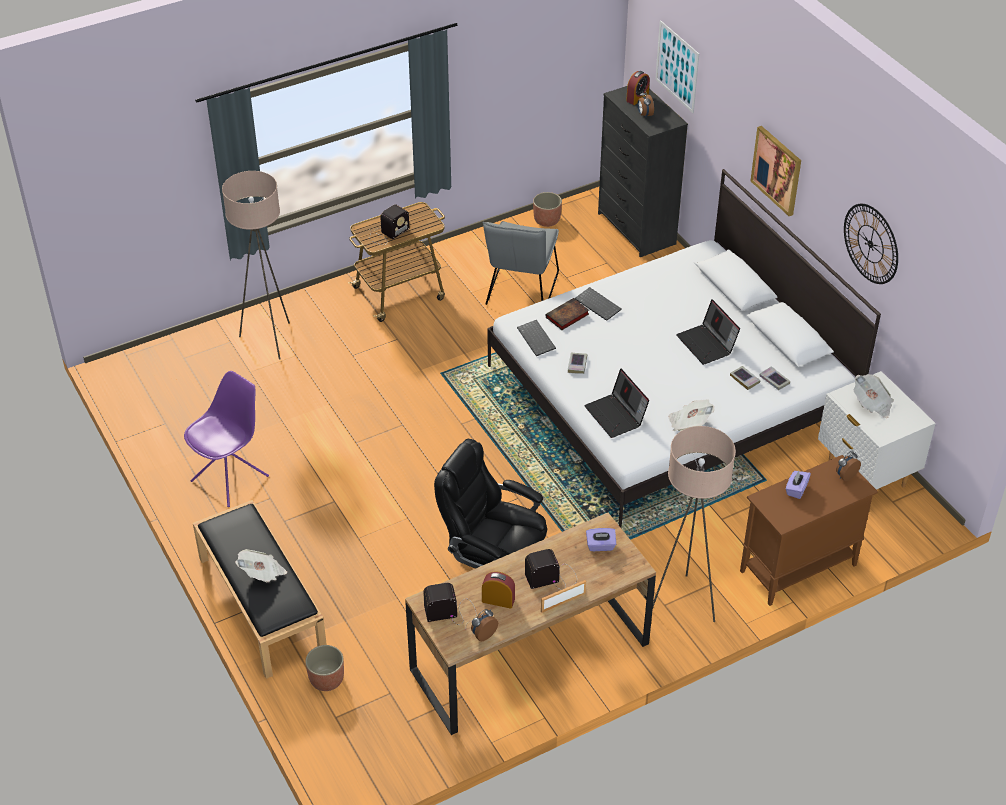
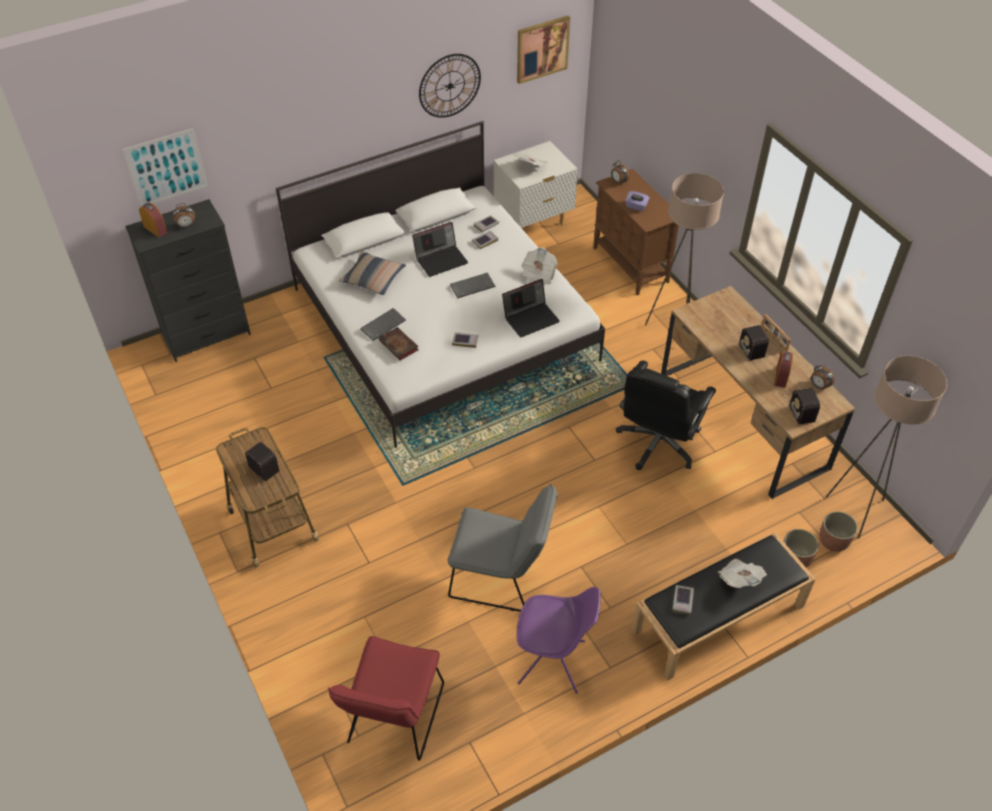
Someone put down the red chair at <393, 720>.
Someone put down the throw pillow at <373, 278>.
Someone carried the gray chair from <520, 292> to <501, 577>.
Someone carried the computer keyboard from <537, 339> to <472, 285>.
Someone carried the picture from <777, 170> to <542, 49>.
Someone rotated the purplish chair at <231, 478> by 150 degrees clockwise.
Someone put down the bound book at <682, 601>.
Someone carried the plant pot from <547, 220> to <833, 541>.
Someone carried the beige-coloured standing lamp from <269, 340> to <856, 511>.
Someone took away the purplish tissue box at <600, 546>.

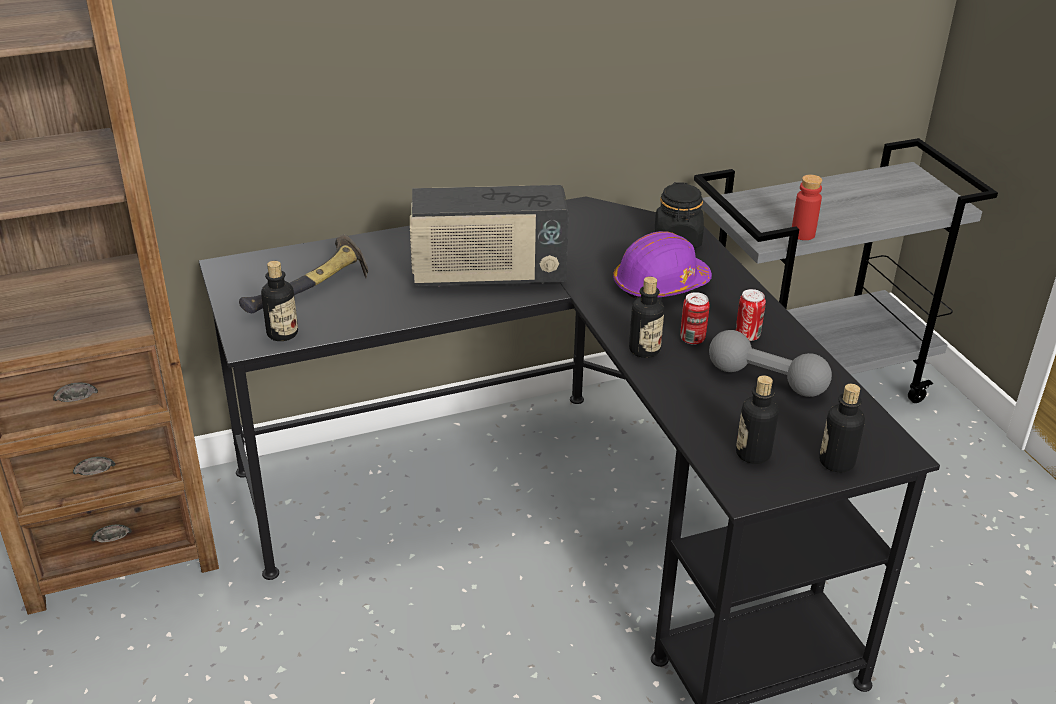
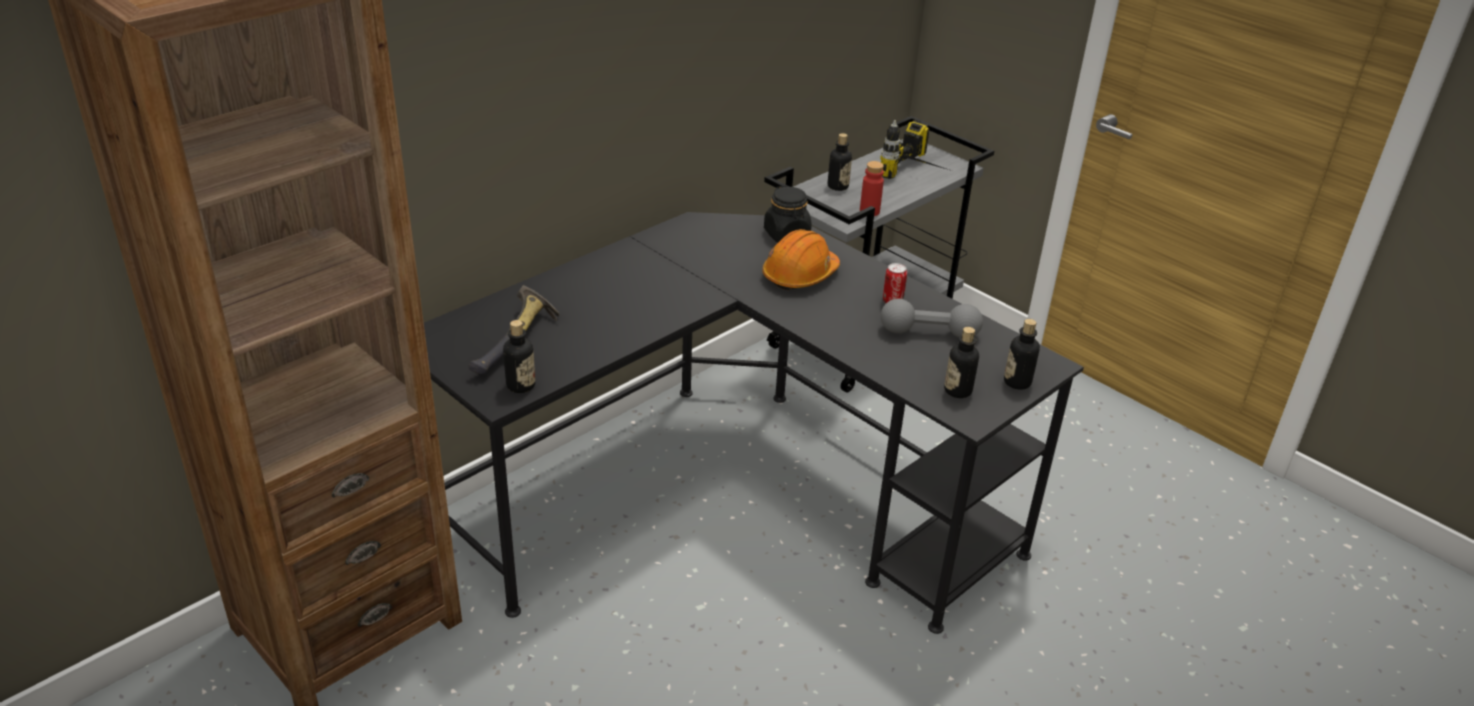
Someone repainted the purplish hard hat at <660, 285>, which became the orange hard hat at <800, 275>.
Someone carried the bottle from <644, 350> to <838, 186>.
Someone put down the power drill at <920, 175>.
Someone took away the radio receiver at <488, 276>.
Someone took away the can at <692, 339>.

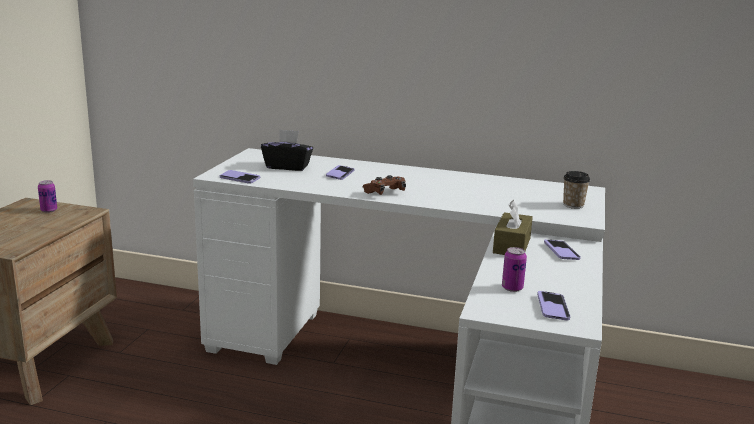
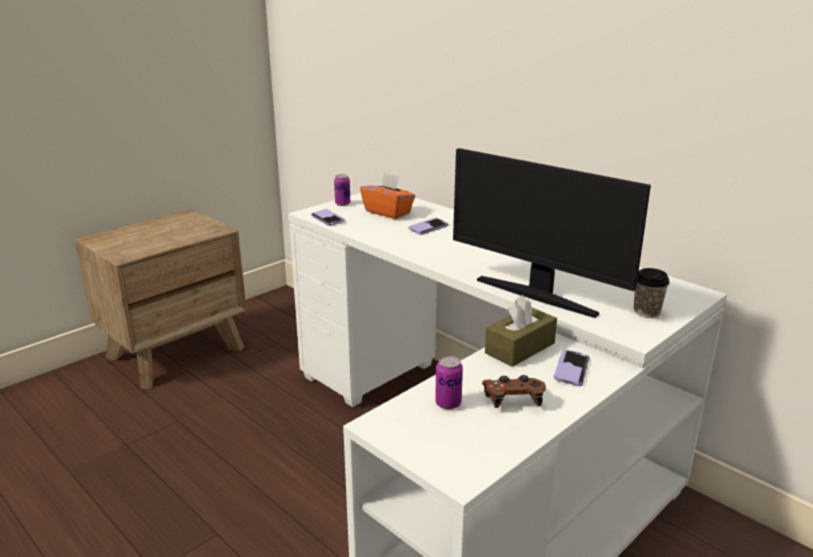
Someone carried the can from <49, 210> to <342, 204>.
Someone repainted the blackish tissue box at <287, 167>, which became the orange tissue box at <388, 212>.
Someone put down the monitor at <537, 295>.
Someone carried the brown-coloured gamepad from <384, 192> to <513, 400>.
Someone took away the phone at <553, 307>.

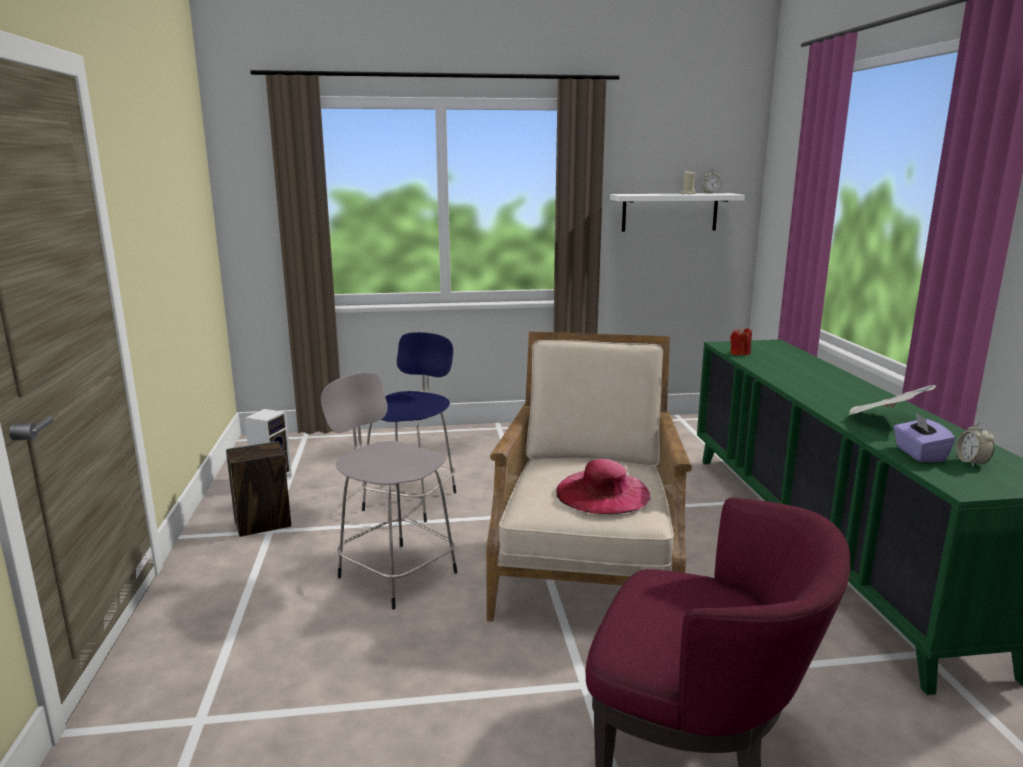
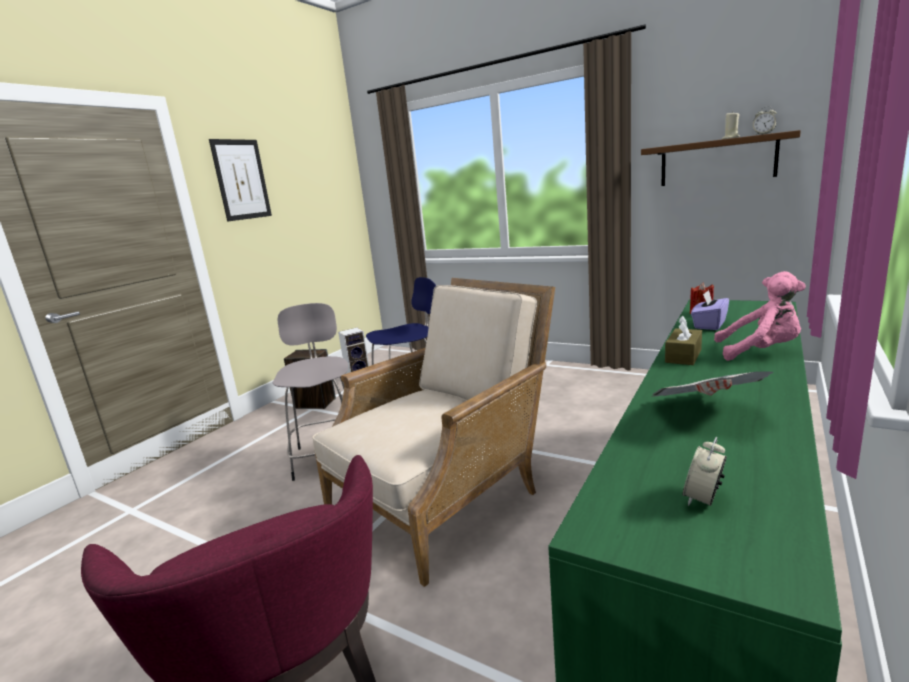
Someone put up the picture at <241, 179>.
Someone repainted the whitish wall shelf at <669, 212>, which became the brown-coloured wall shelf at <717, 161>.
Someone put down the brown-coloured tissue box at <683, 356>.
Someone carried the purplish tissue box from <919, 454> to <709, 325>.
Someone put down the pinkish soft toy at <760, 352>.
Someone took away the pinkish hat at <602, 492>.

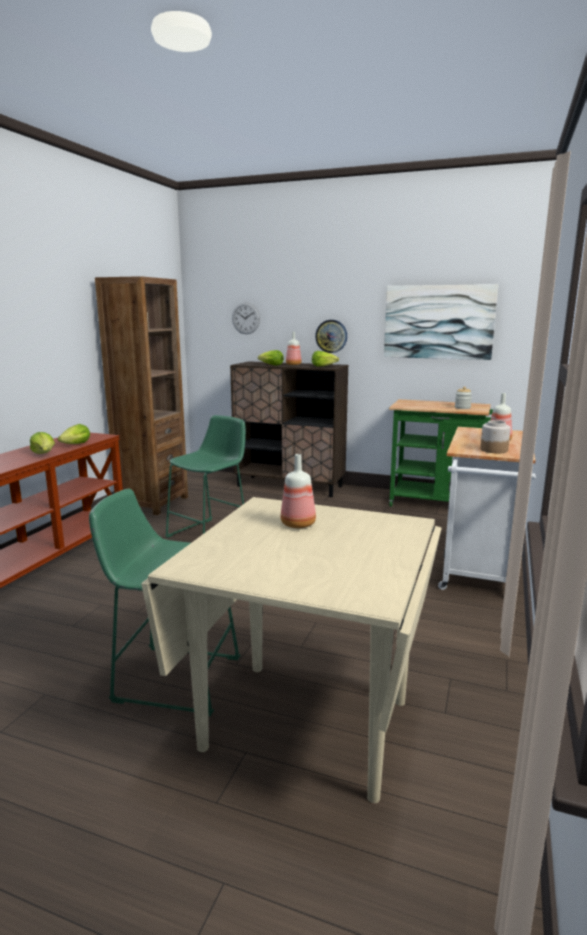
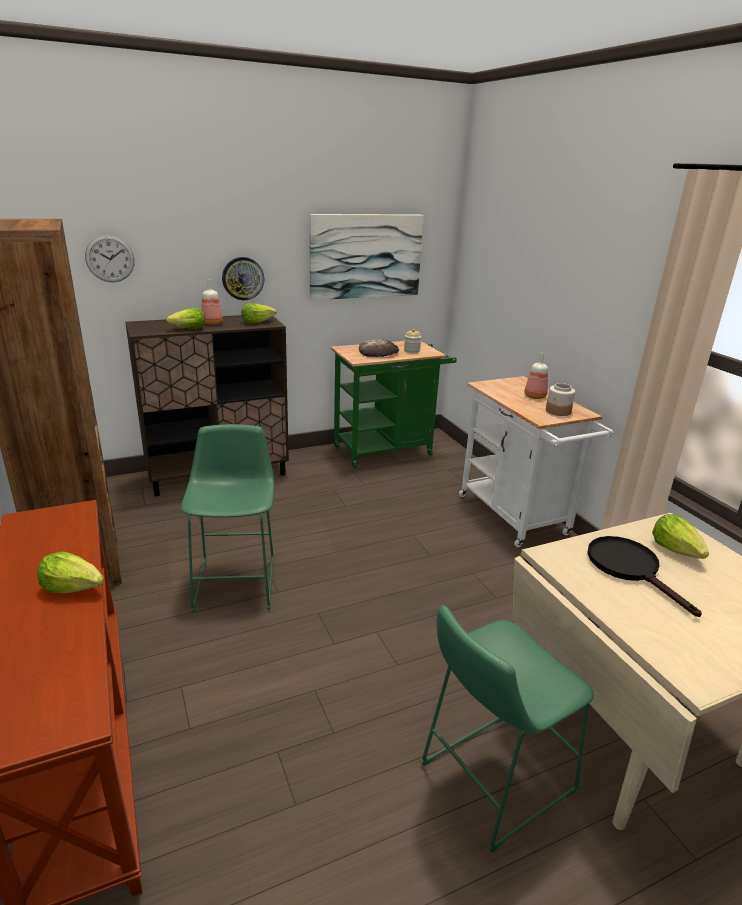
Someone put down the bakery bread at <378, 352>.
Someone swapped the bottle at <299, 524> for the blackish frying pan at <629, 568>.
Someone carried the lettuce from <76, 445> to <676, 550>.

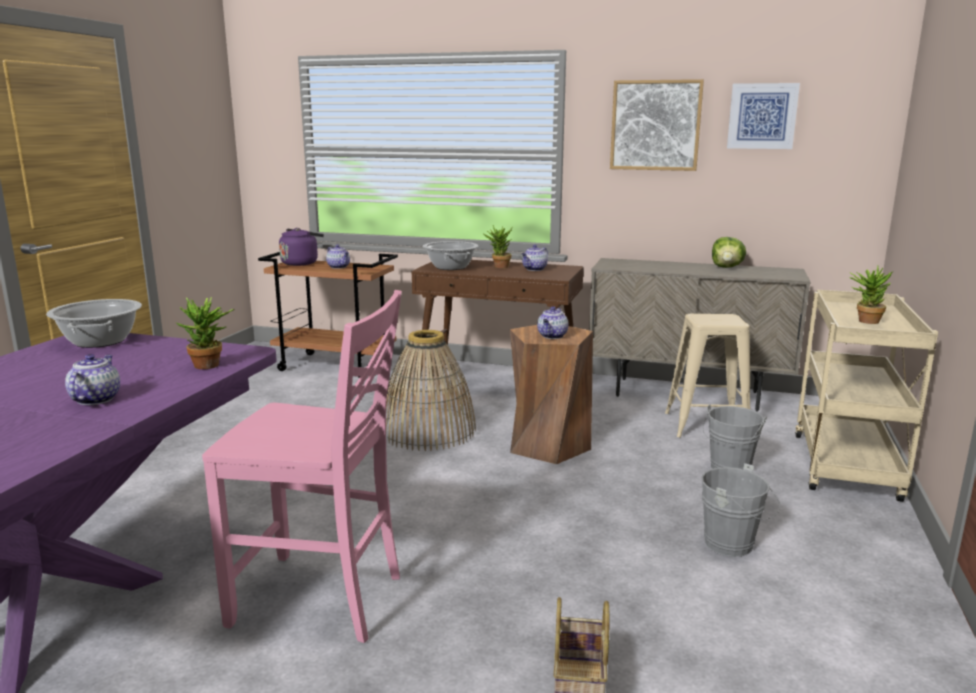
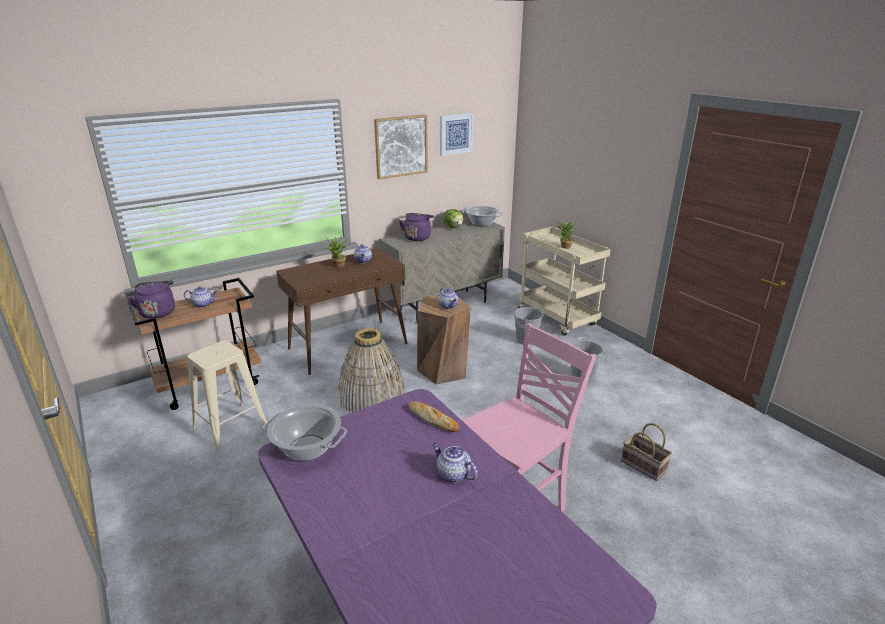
Someone carried the beige-coloured stool seat from <706, 425> to <230, 426>.
Someone put down the purplish kettle at <417, 237>.
Someone swapped the houseplant at <210, 366> for the bakery bread at <433, 419>.
Someone carried the saucepot from <450, 267> to <482, 223>.

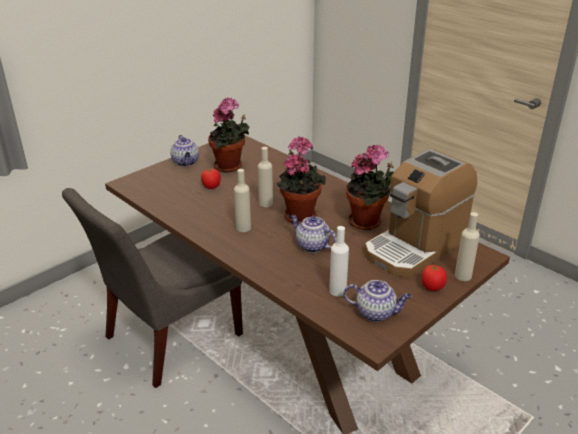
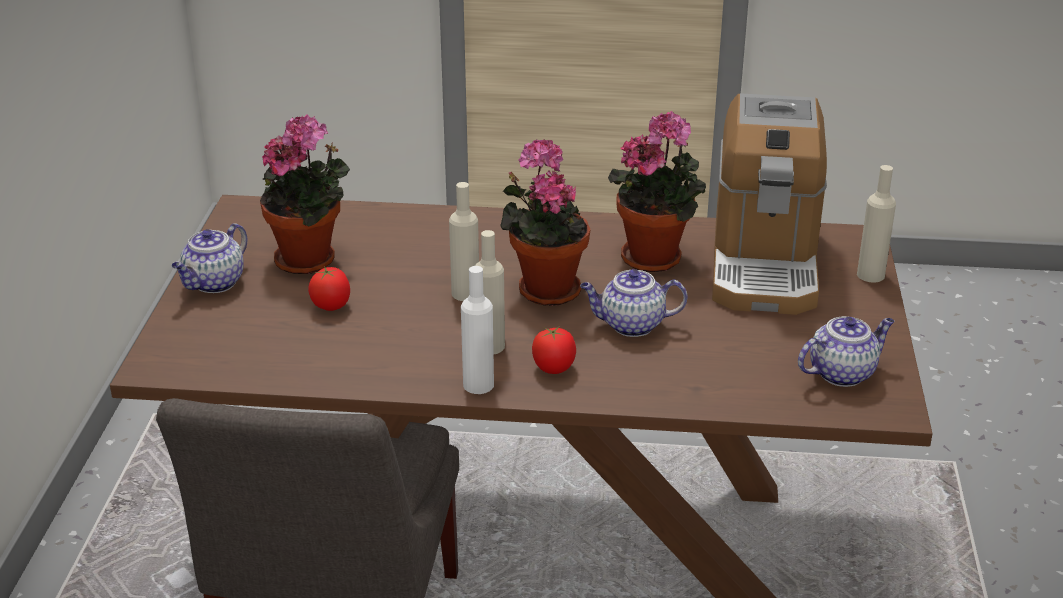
Someone rotated the teapot at <186, 162> by 90 degrees clockwise.
Someone carried the whitish bottle from <337, 290> to <478, 385>.
Someone carried the whole tomato from <432, 287> to <554, 368>.

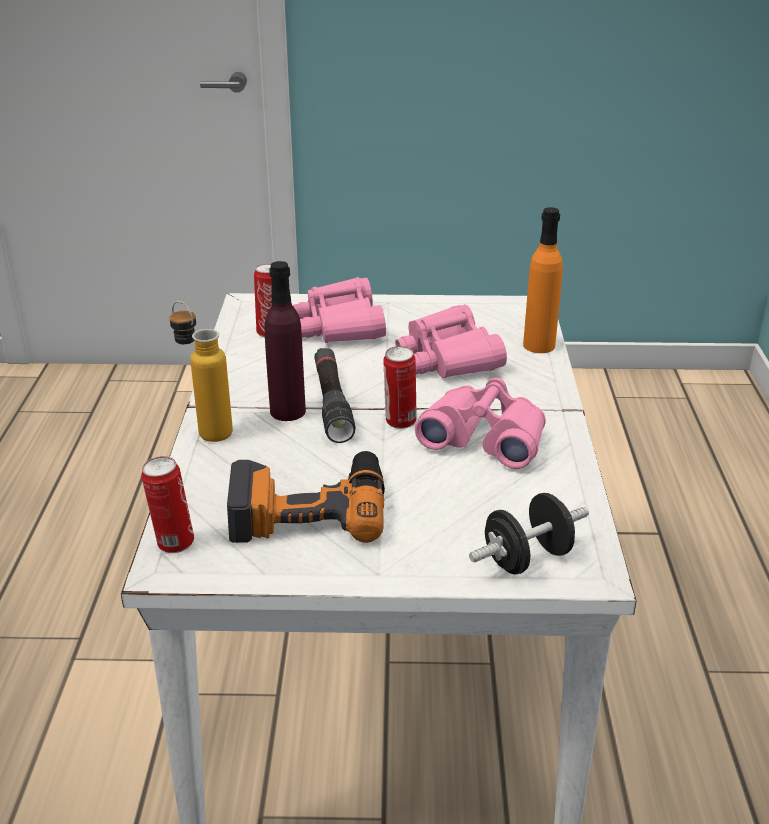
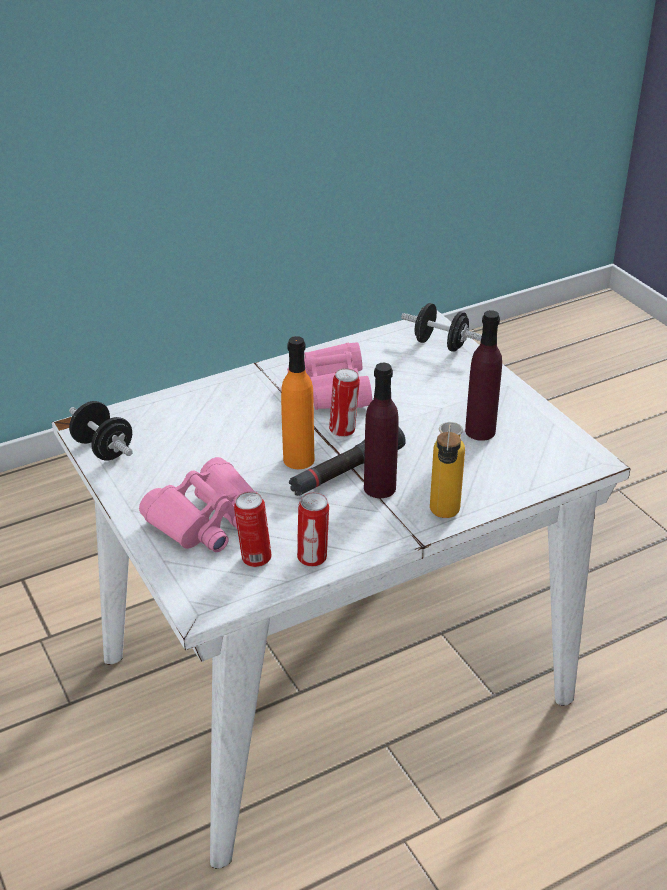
Someone put down the blackish free weight at <103, 449>.
Someone carried the orange bottle from <539, 345> to <298, 459>.
Someone carried the can from <173, 543> to <313, 559>.
Someone swapped the power drill at <308, 507> for the purplish bottle at <480, 431>.
Someone took away the pinkish pair of binoculars at <447, 358>.

